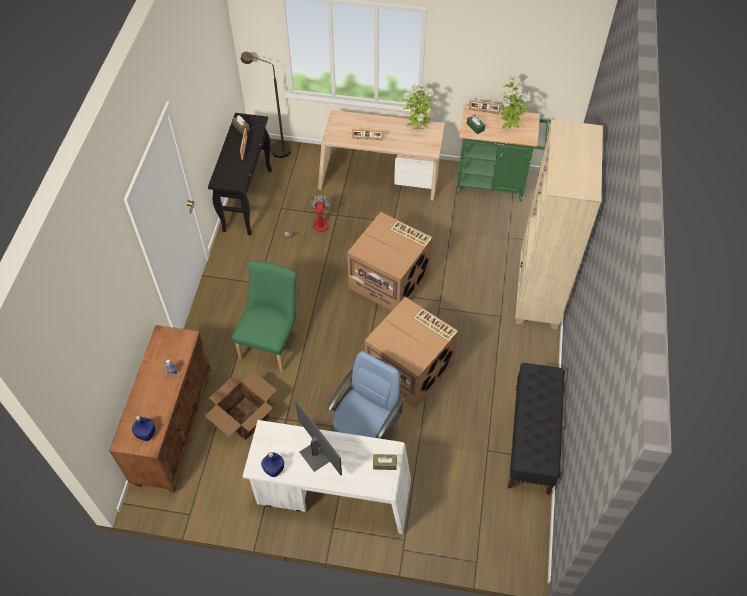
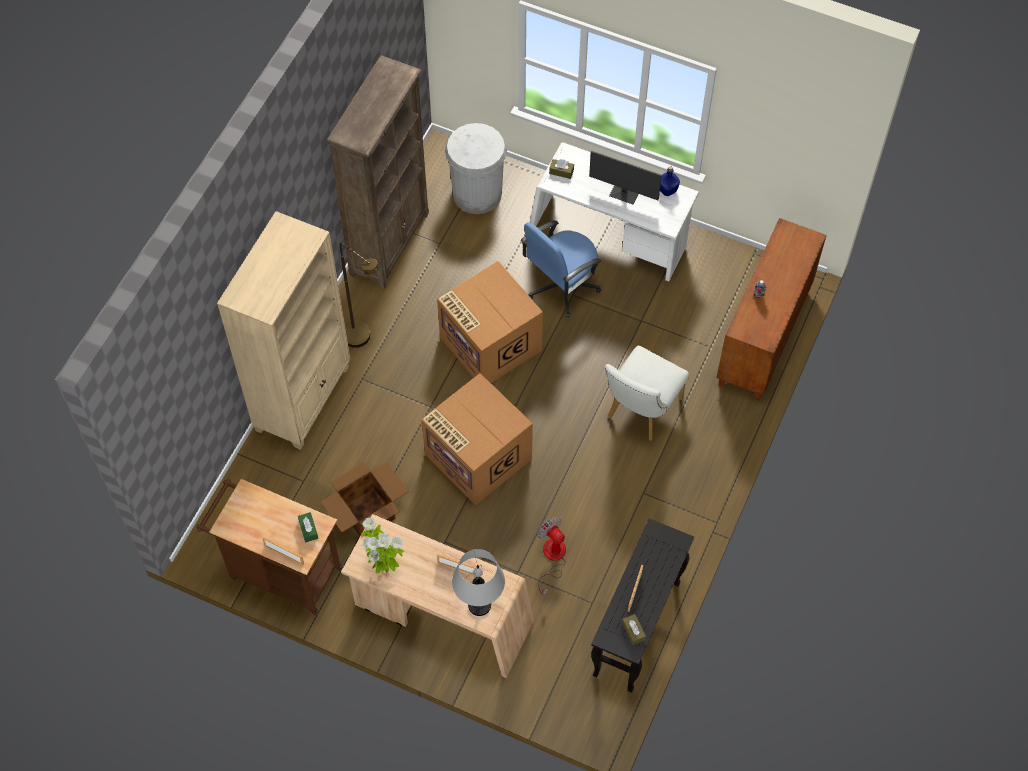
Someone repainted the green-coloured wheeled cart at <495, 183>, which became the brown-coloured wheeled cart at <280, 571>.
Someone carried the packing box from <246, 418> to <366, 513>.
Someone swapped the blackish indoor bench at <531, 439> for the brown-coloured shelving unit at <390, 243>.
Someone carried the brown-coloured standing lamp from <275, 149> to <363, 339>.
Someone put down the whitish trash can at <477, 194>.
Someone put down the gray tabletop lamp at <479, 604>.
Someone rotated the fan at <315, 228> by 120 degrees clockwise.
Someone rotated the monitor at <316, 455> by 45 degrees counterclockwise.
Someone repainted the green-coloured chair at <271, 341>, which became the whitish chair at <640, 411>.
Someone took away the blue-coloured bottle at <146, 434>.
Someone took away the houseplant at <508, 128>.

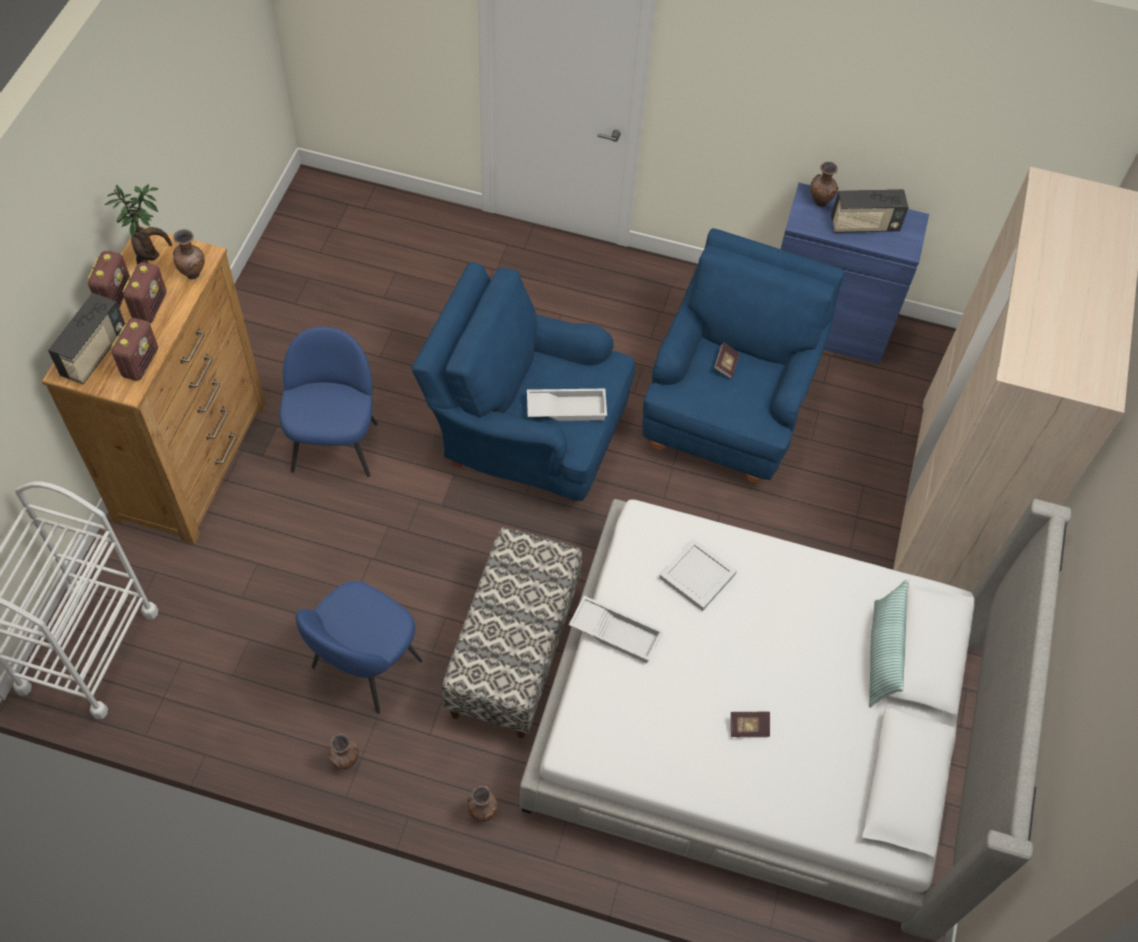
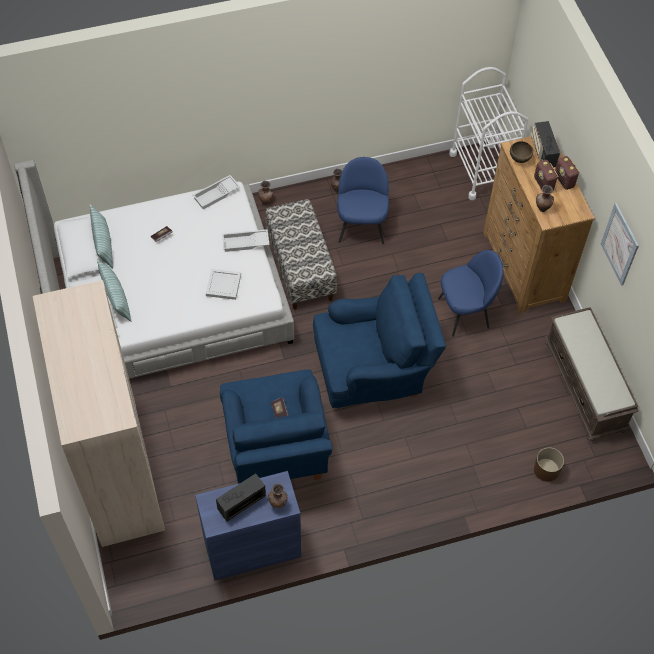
Someone put down the throw pillow at <103, 244>.
Someone carried the whitish serving tray from <567, 407> to <216, 195>.
Someone rotated the blue-coloured chair at <335, 444> by 75 degrees counterclockwise.
Someone swapped the radio receiver at <140, 363> for the brown-coloured bowl at <519, 159>.
Someone put down the brown-coloured plant pot at <546, 470>.
Someone put down the brown-coloured indoor bench at <585, 386>.
Someone put up the picture at <620, 244>.
Someone took away the houseplant at <152, 259>.

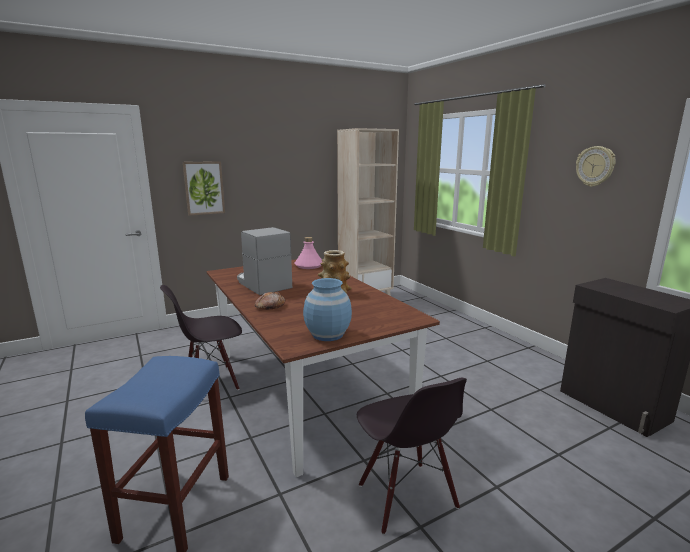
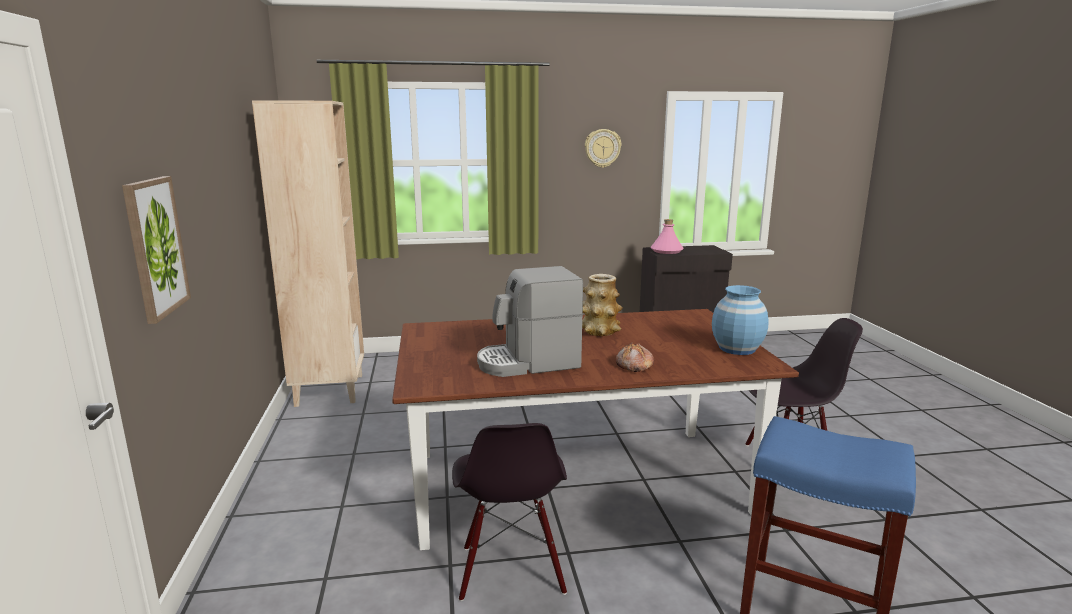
Someone carried the pinkish bottle from <309, 266> to <667, 251>.

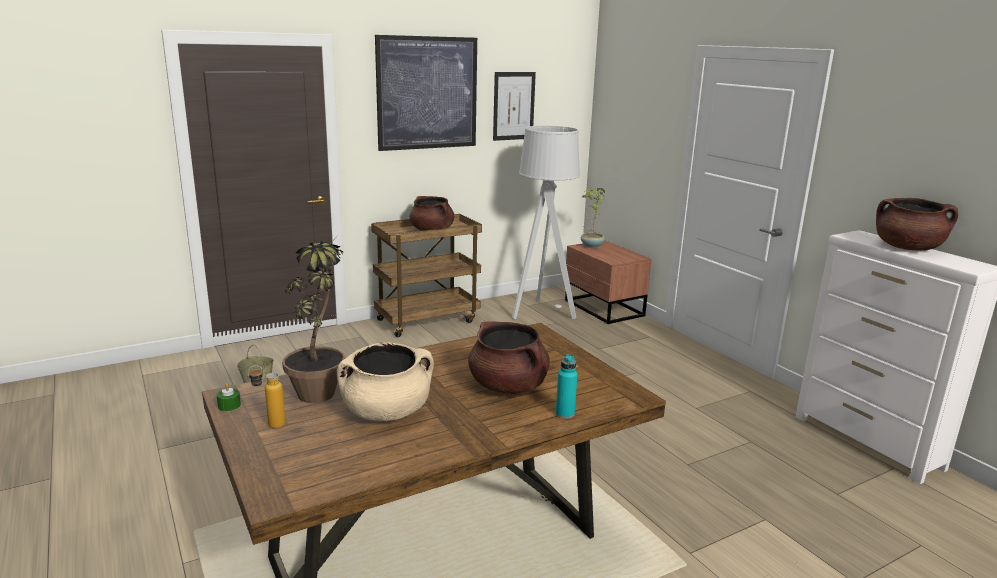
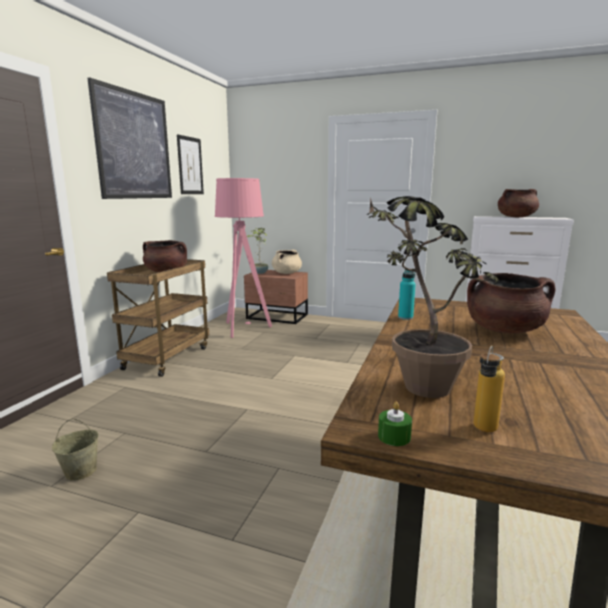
Someone repainted the gray standing lamp at <542, 312>, which became the pinkish standing lamp at <243, 329>.
Someone carried the beige-coloured saucepot from <386, 412> to <286, 273>.
Someone carried the turquoise bottle from <565, 414> to <405, 317>.

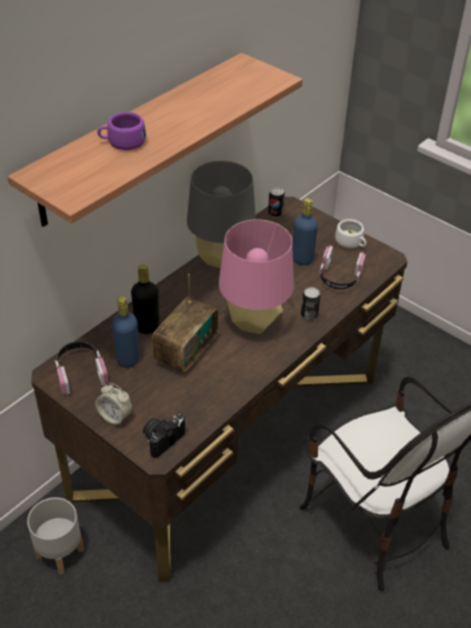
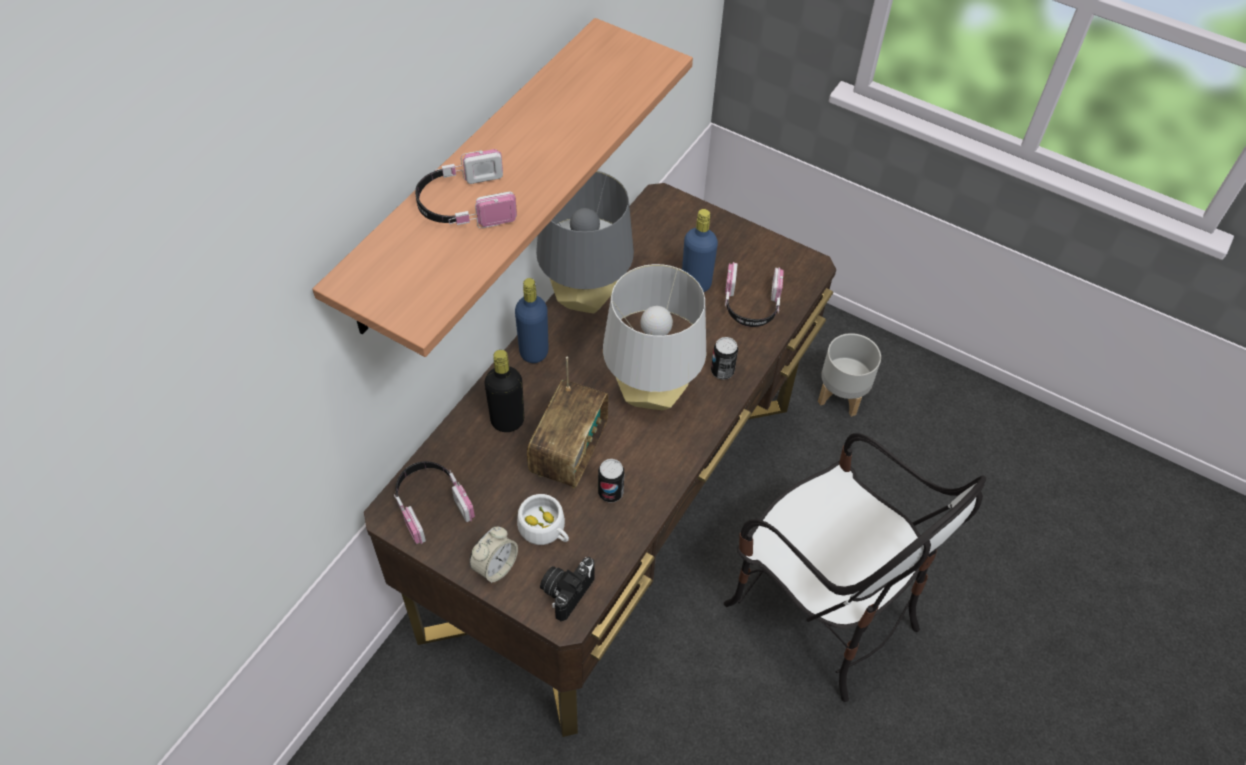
Someone swapped the purplish cup at <122, 142> for the headset at <464, 205>.
Someone rotated the bedside clock at <115, 417> by 75 degrees counterclockwise.
Someone carried the blue-coloured bottle from <128, 359> to <534, 352>.
Someone carried the whitish cup from <351, 243> to <545, 530>.
Someone carried the can from <275, 213> to <610, 492>.
Someone repainted the pinkish tabletop lamp at <254, 322>, which became the gray tabletop lamp at <651, 393>.
Someone carried the gray plant pot from <60, 553> to <842, 396>.

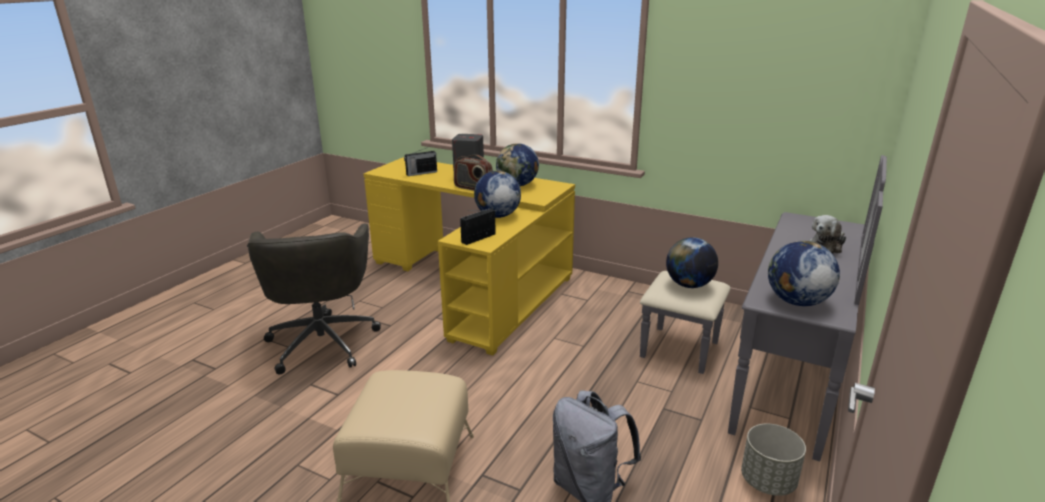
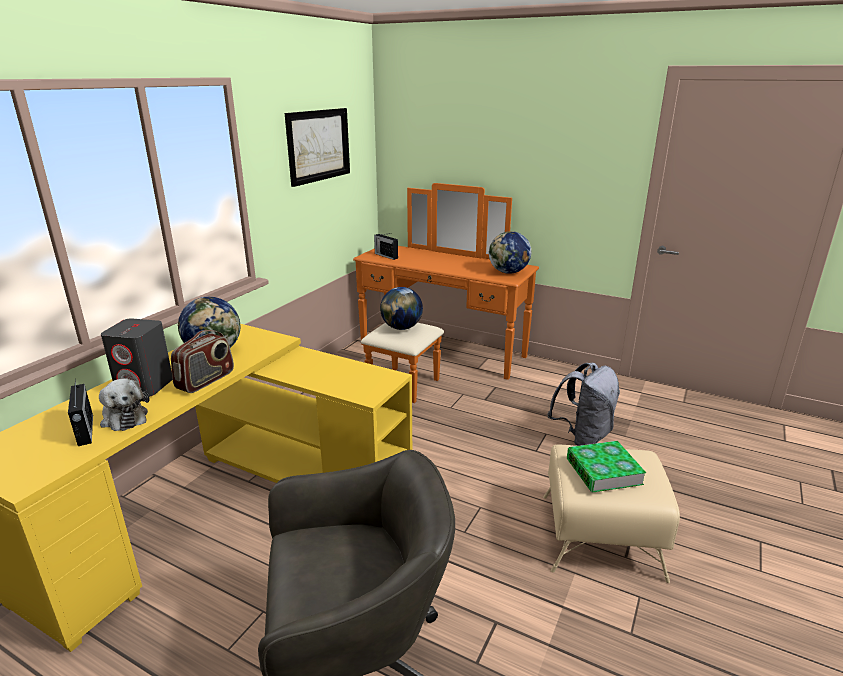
Someone carried the soft toy from <826, 247> to <124, 417>.
Someone put up the picture at <318, 145>.
Someone repainted the gray drawer chest at <762, 371>, which became the orange drawer chest at <434, 358>.
Someone carried the radio receiver from <479, 238> to <386, 256>.
Someone put down the bound book at <603, 471>.
Someone took away the globe at <497, 216>.
Someone took away the gray plant pot at <767, 481>.

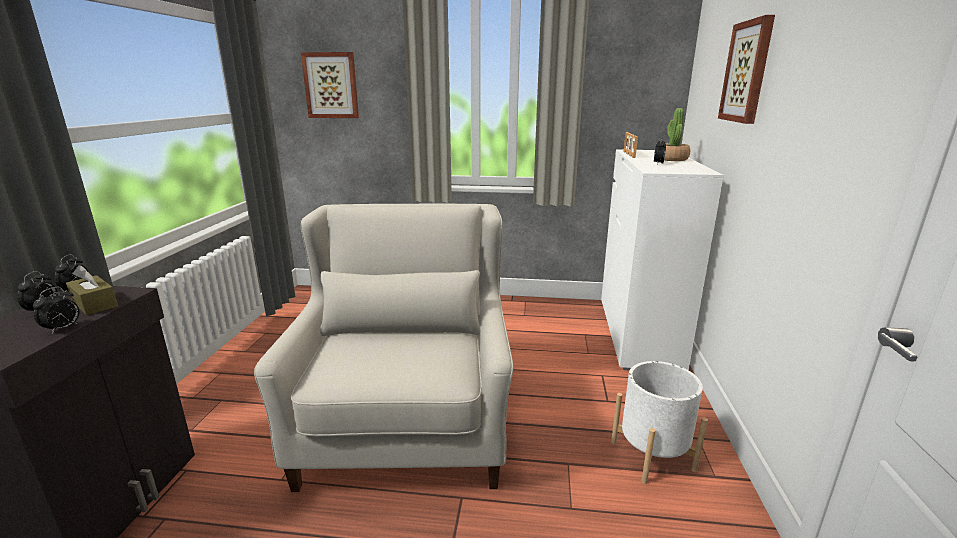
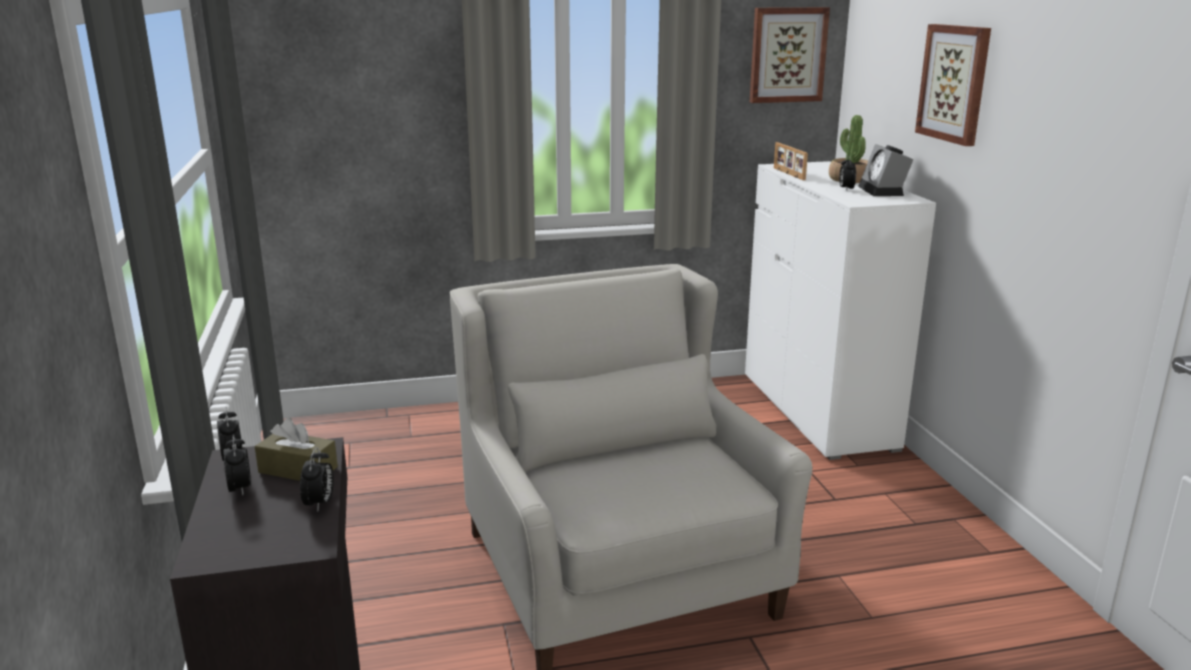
Someone carried the picture from <331, 85> to <787, 55>.
Someone put down the bedside clock at <883, 191>.
Someone took away the whitish plant pot at <652, 456>.

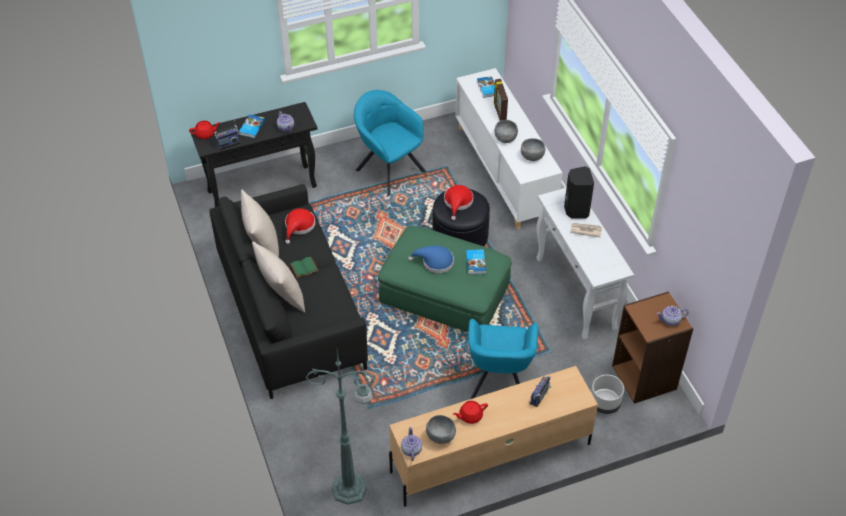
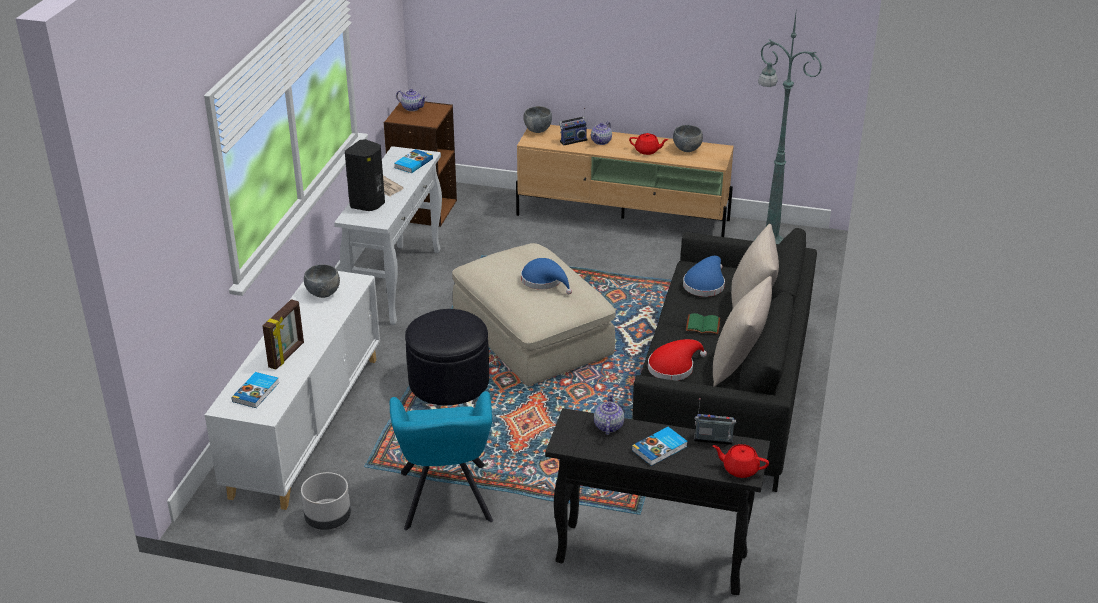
Someone carried the gray plant pot from <604, 403> to <328, 519>.
Someone carried the bound book from <476, 262> to <412, 163>.
Someone repainted the green-coloured footrest at <445, 295>, which became the beige-coloured footrest at <531, 337>.
Someone carried the gray bowl from <505, 139> to <537, 130>.
Someone carried the teapot from <411, 450> to <601, 141>.
Someone put down the blue-coloured hat at <705, 284>.
Someone took away the red hat at <458, 202>.
Someone took away the turquoise easy chair at <499, 384>.

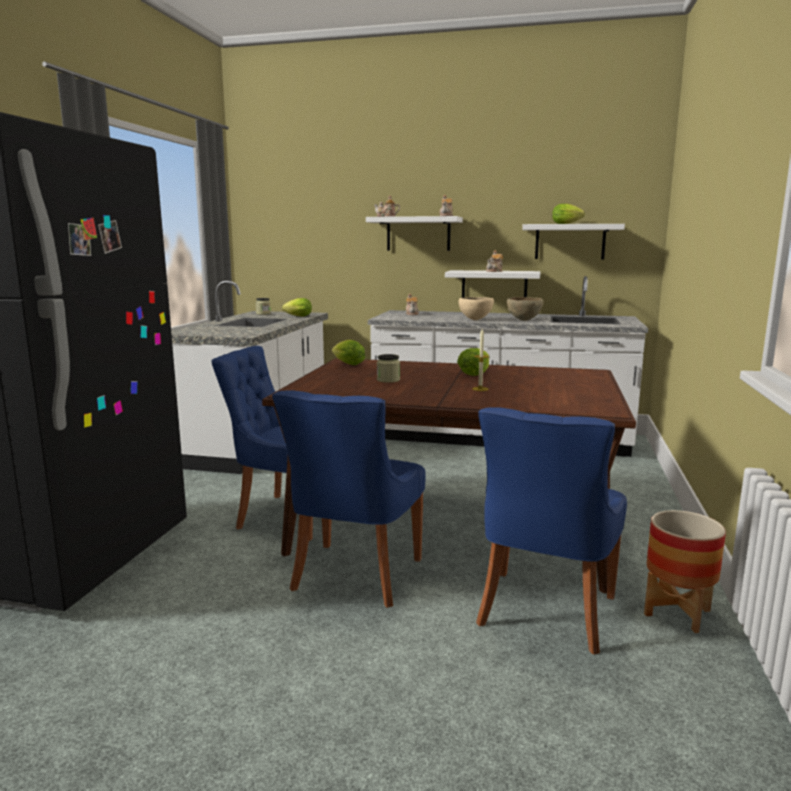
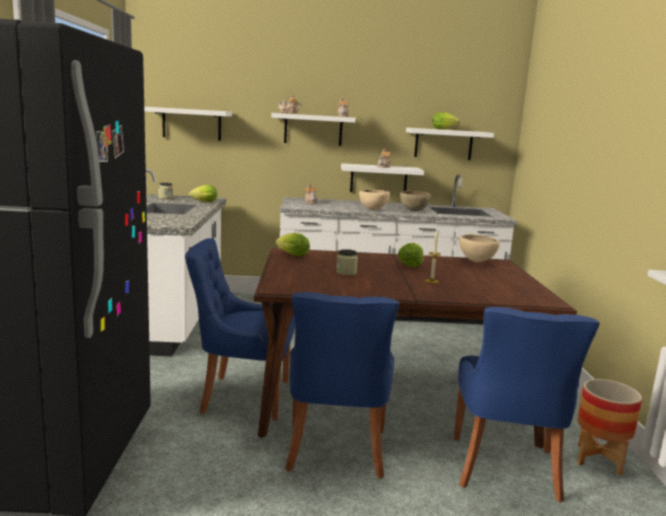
Someone put up the whitish wall shelf at <191, 124>.
Someone put down the beige-coloured bowl at <476, 261>.

